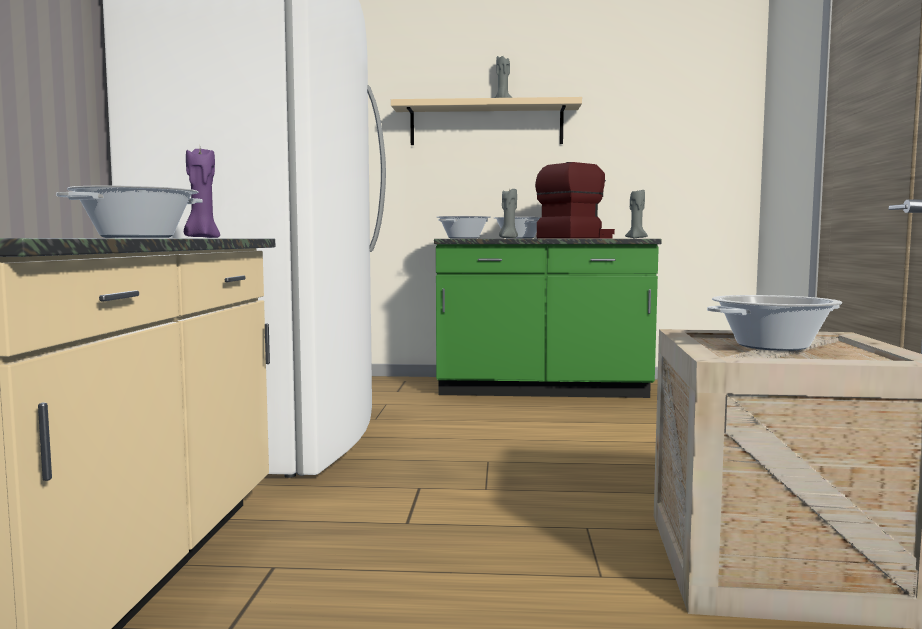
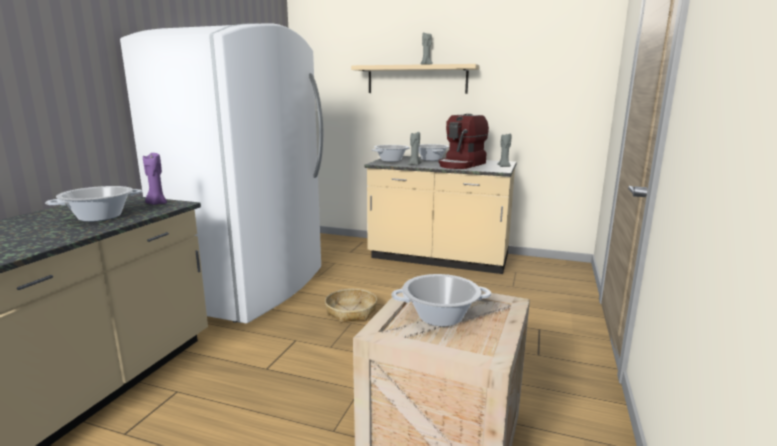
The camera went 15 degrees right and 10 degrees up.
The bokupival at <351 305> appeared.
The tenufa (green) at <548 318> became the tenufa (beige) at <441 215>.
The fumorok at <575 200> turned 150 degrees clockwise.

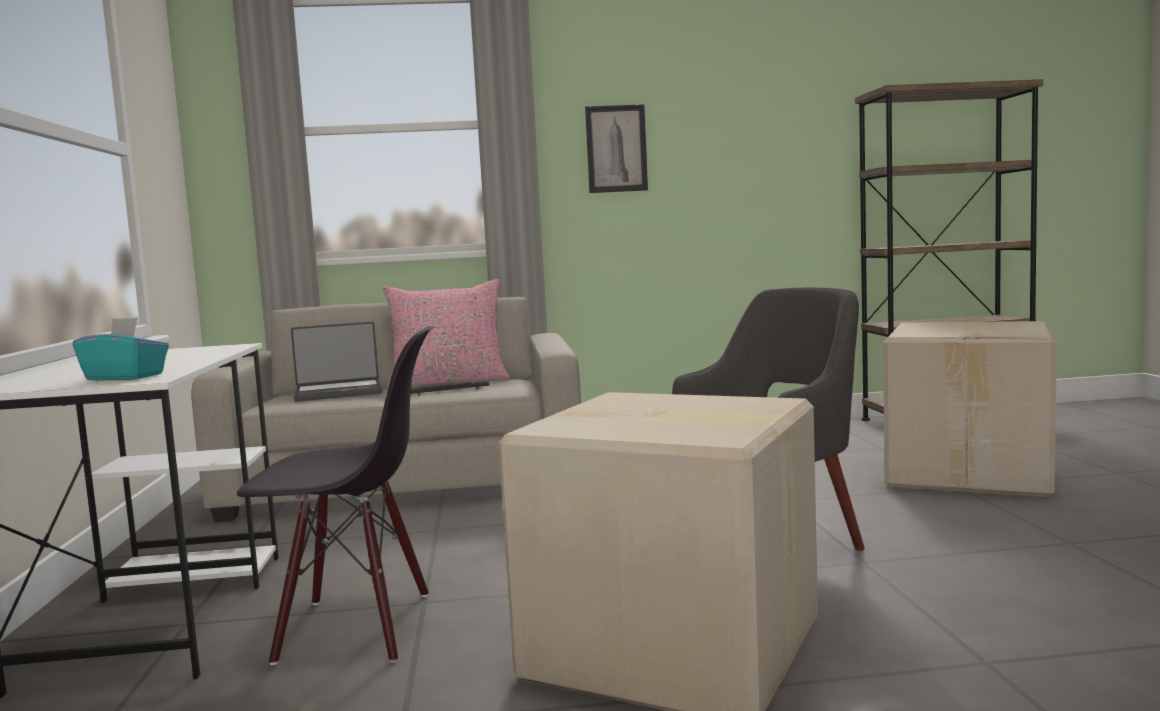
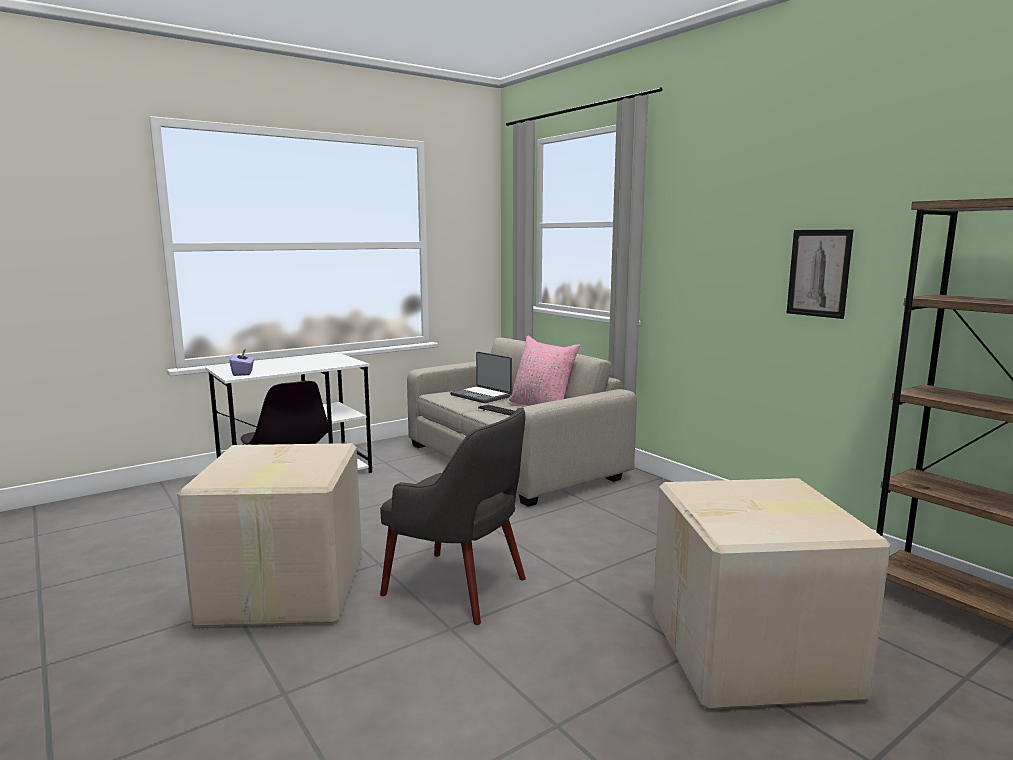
The camera went 60 degrees right and 5 degrees up.
The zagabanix moved from <616 148> to <820 274>.
The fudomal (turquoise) at <121 349> became the fudomal (purple) at <242 362>.

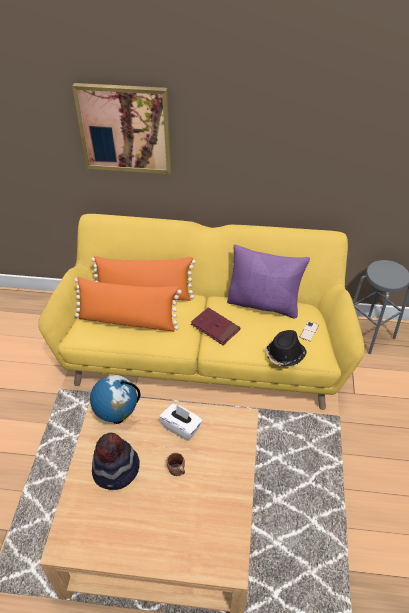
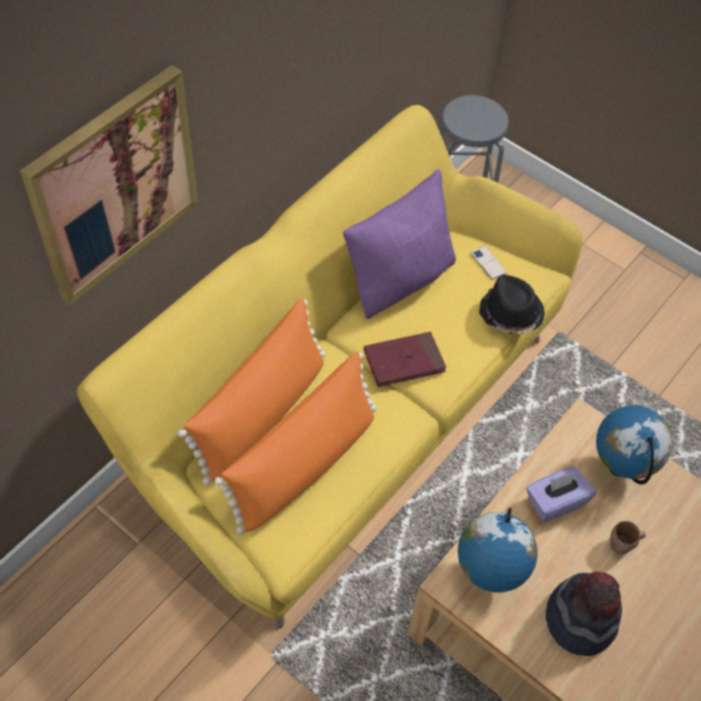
The camera went 60 degrees left and 10 degrees up.
The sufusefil at <634 444> appeared.
The fudomal (white) at <181 422> became the fudomal (purple) at <561 494>.

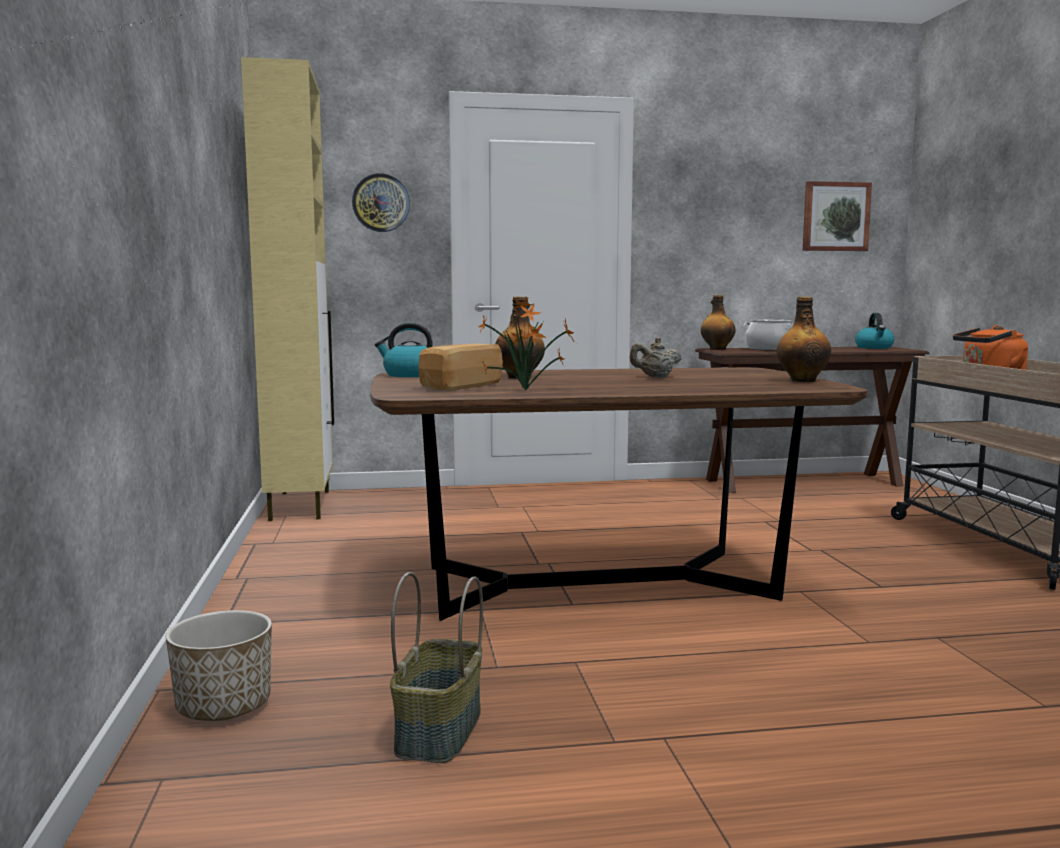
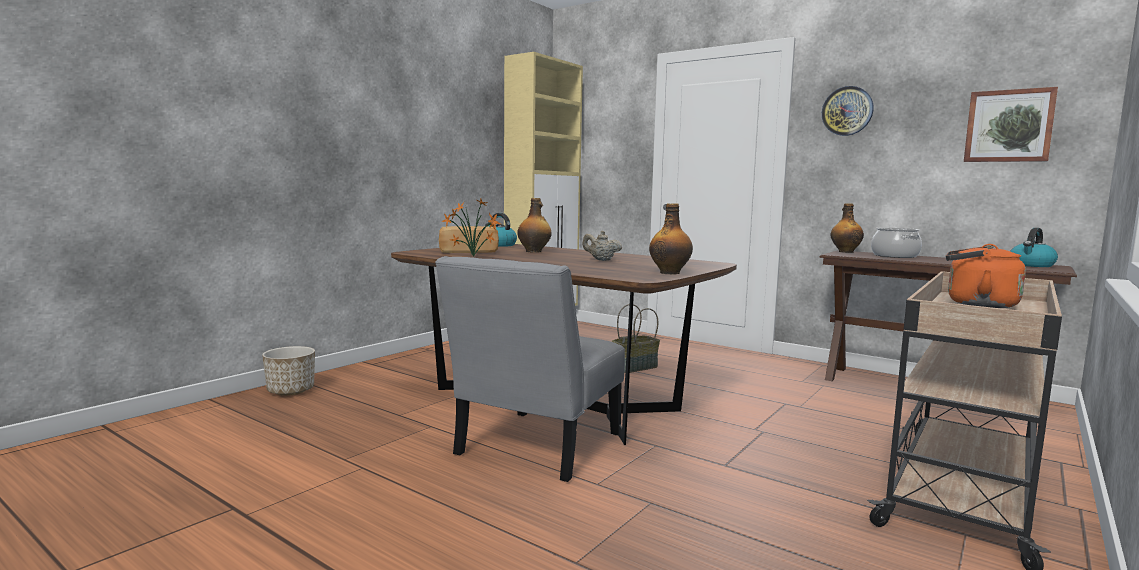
The camera went 45 degrees right and 0 degrees up.
The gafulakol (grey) at <530 369> appeared.
The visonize moved from <381 202> to <848 111>.
The bokupival moved from <436 667> to <635 338>.

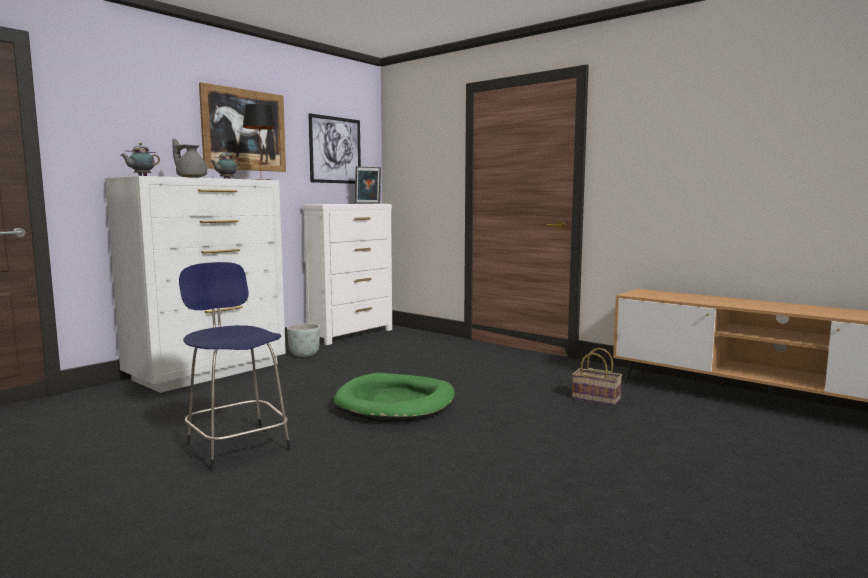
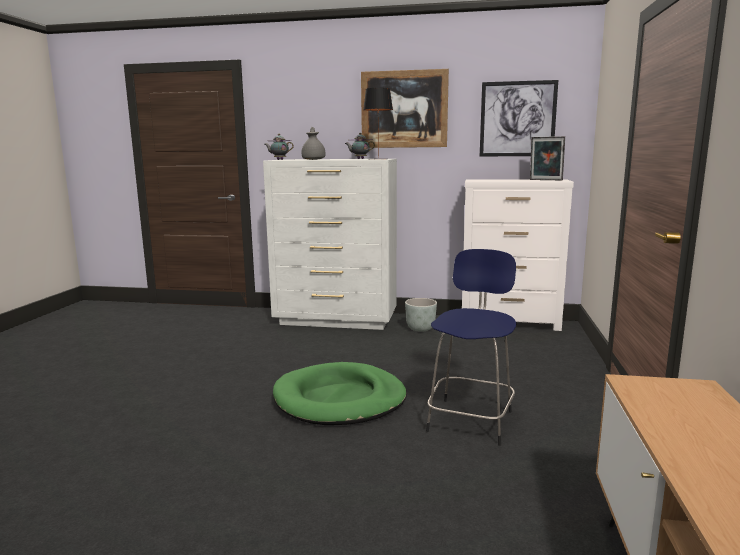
The camera went 60 degrees right and 5 degrees up.
The bokupival at <597 377> disappeared.
The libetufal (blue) moved from <235 366> to <471 347>.

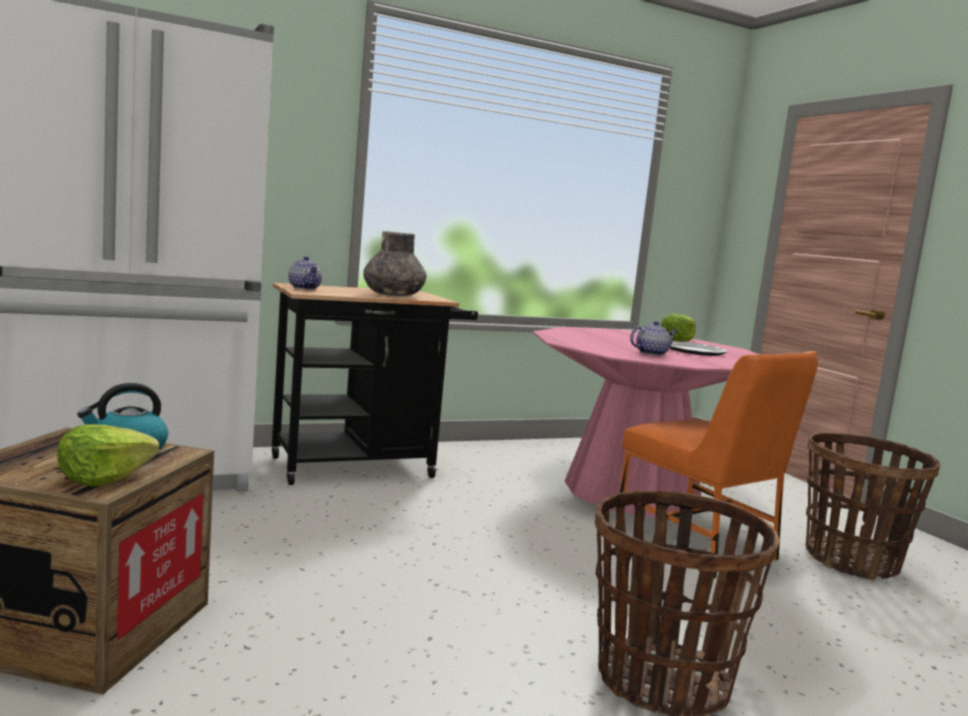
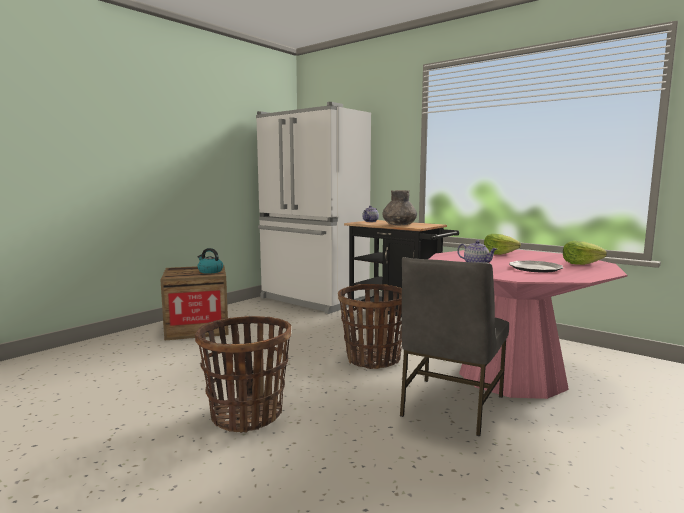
The camera went 65 degrees right and 0 degrees up.
The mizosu moved from <108 455> to <502 244>.
The bokupival moved from <873 507> to <370 326>.
The gafulakol (orange) at <716 465> became the gafulakol (grey) at <454 346>.

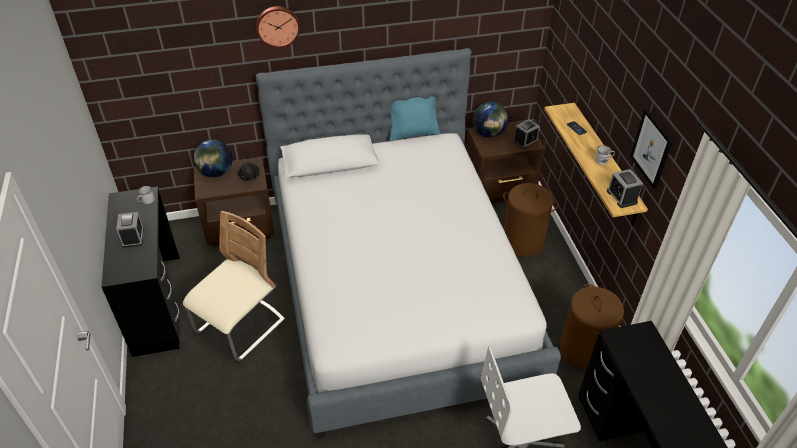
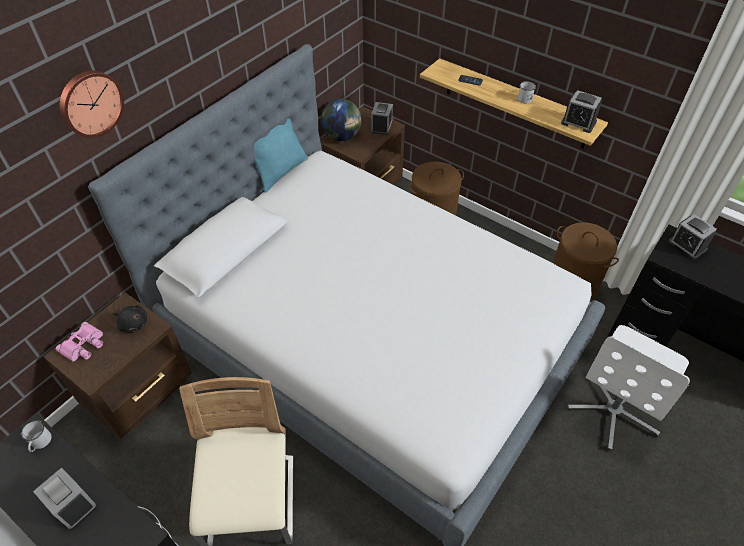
The camera went 40 degrees left and 5 degrees up.
The zagabanix at <651 149> disappeared.
The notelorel at <692 237> appeared.
The sufusefil at <213 158> was replaced by the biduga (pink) at <79 342>.

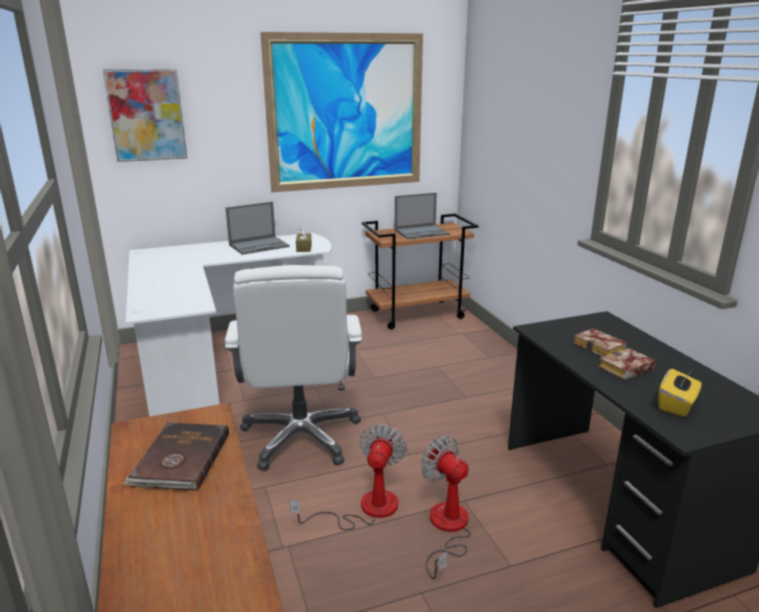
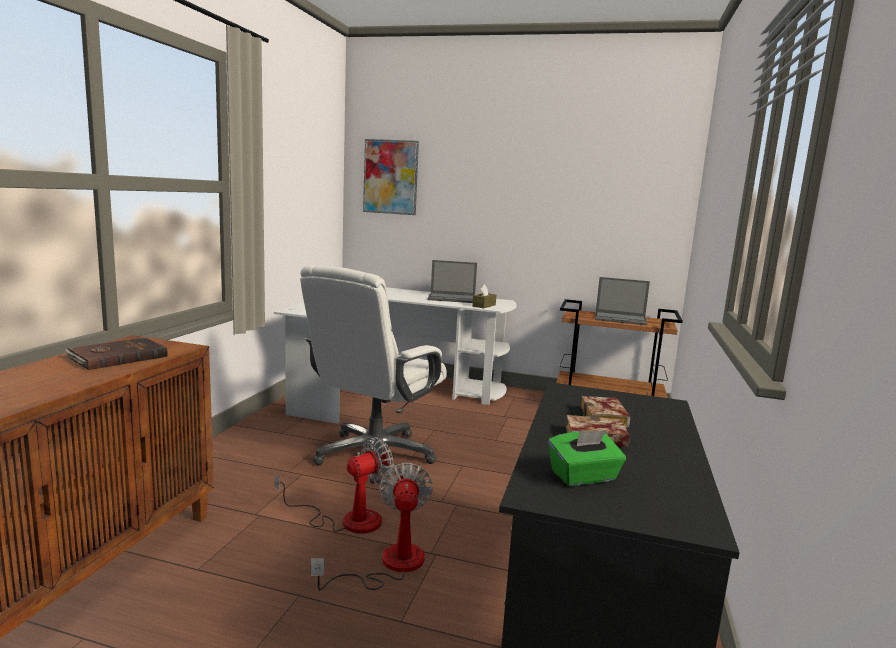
The camera went 35 degrees right and 10 degrees down.
The zagabanix at <341 112> disappeared.
The fudomal (yellow) at <679 393> became the fudomal (green) at <587 458>.

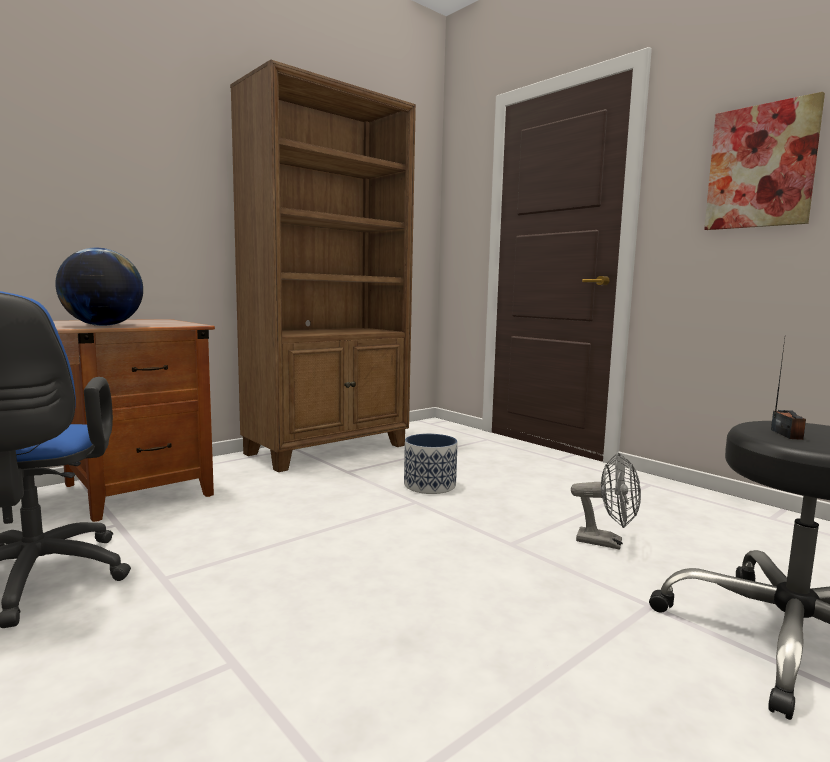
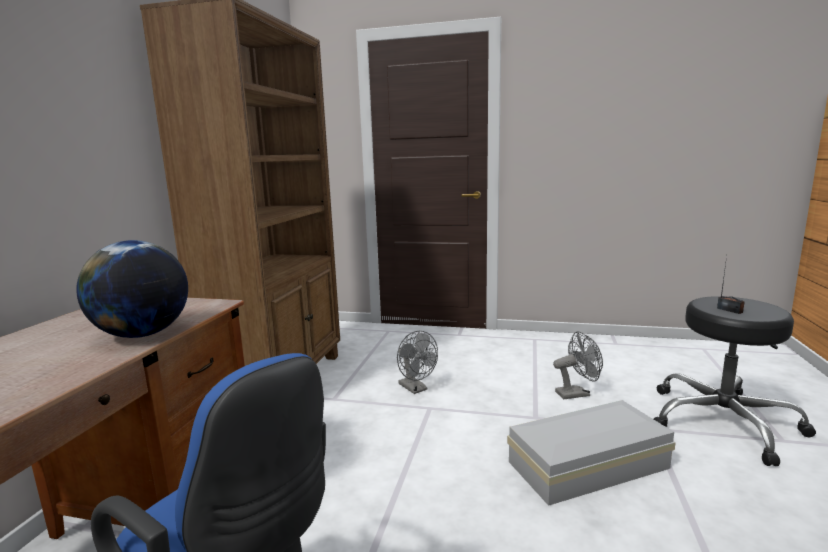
The camera went 35 degrees left and 5 degrees up.
The zagabanix at <764 161> disappeared.
The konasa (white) at <591 453> appeared.
The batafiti at <431 464> was replaced by the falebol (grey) at <417 362>.

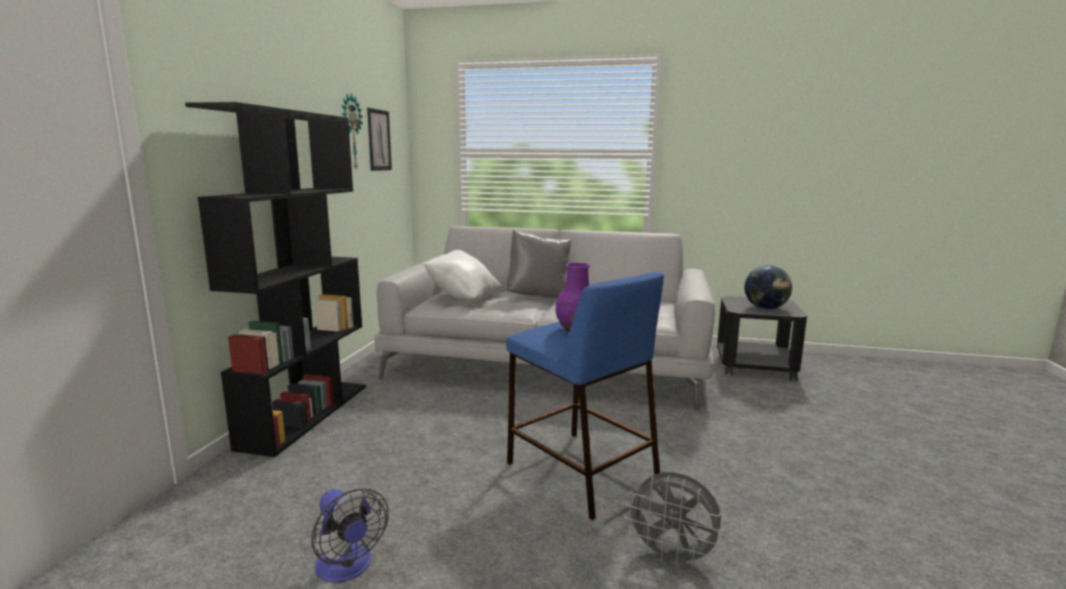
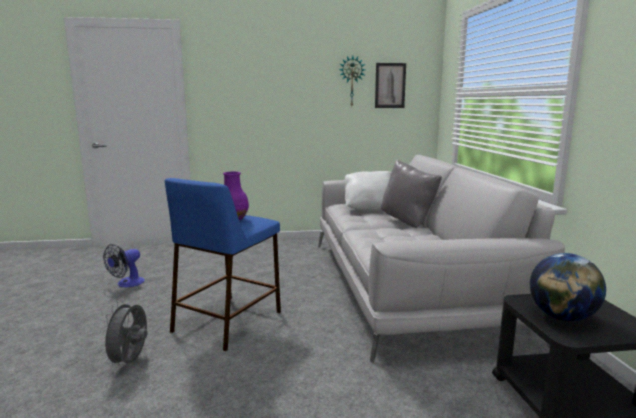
The camera went 70 degrees right and 0 degrees up.
The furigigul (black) at <275 279> disappeared.

